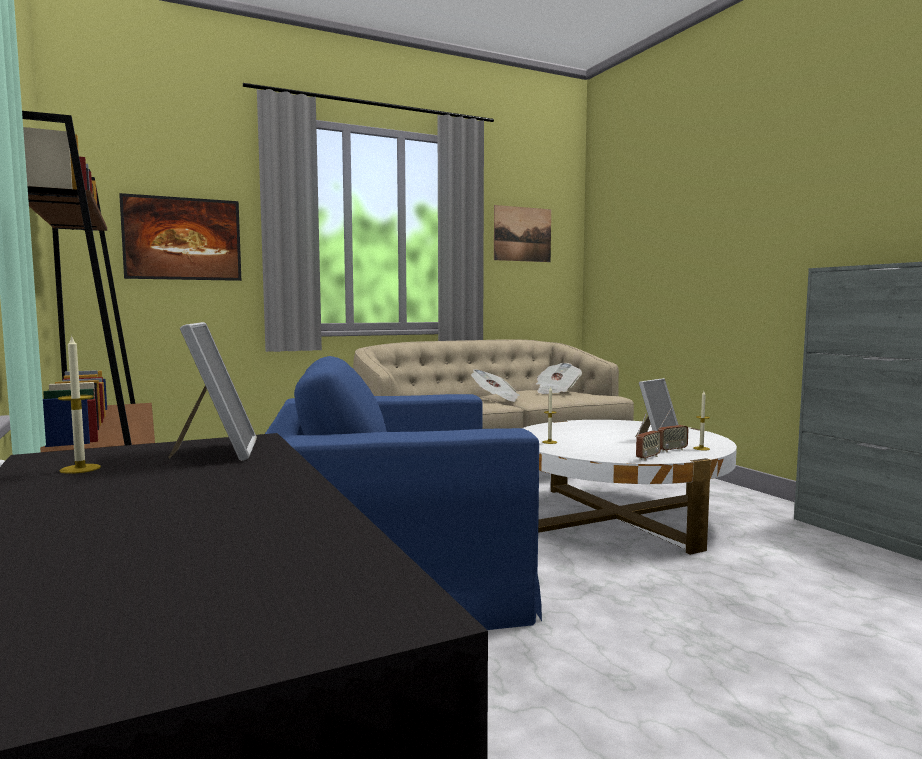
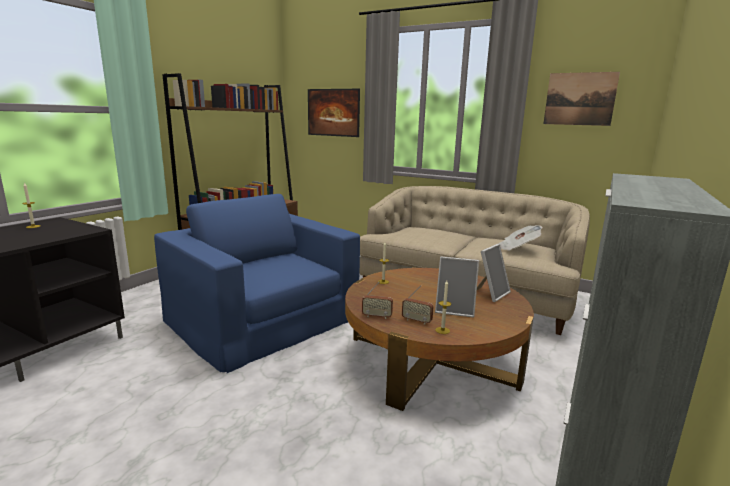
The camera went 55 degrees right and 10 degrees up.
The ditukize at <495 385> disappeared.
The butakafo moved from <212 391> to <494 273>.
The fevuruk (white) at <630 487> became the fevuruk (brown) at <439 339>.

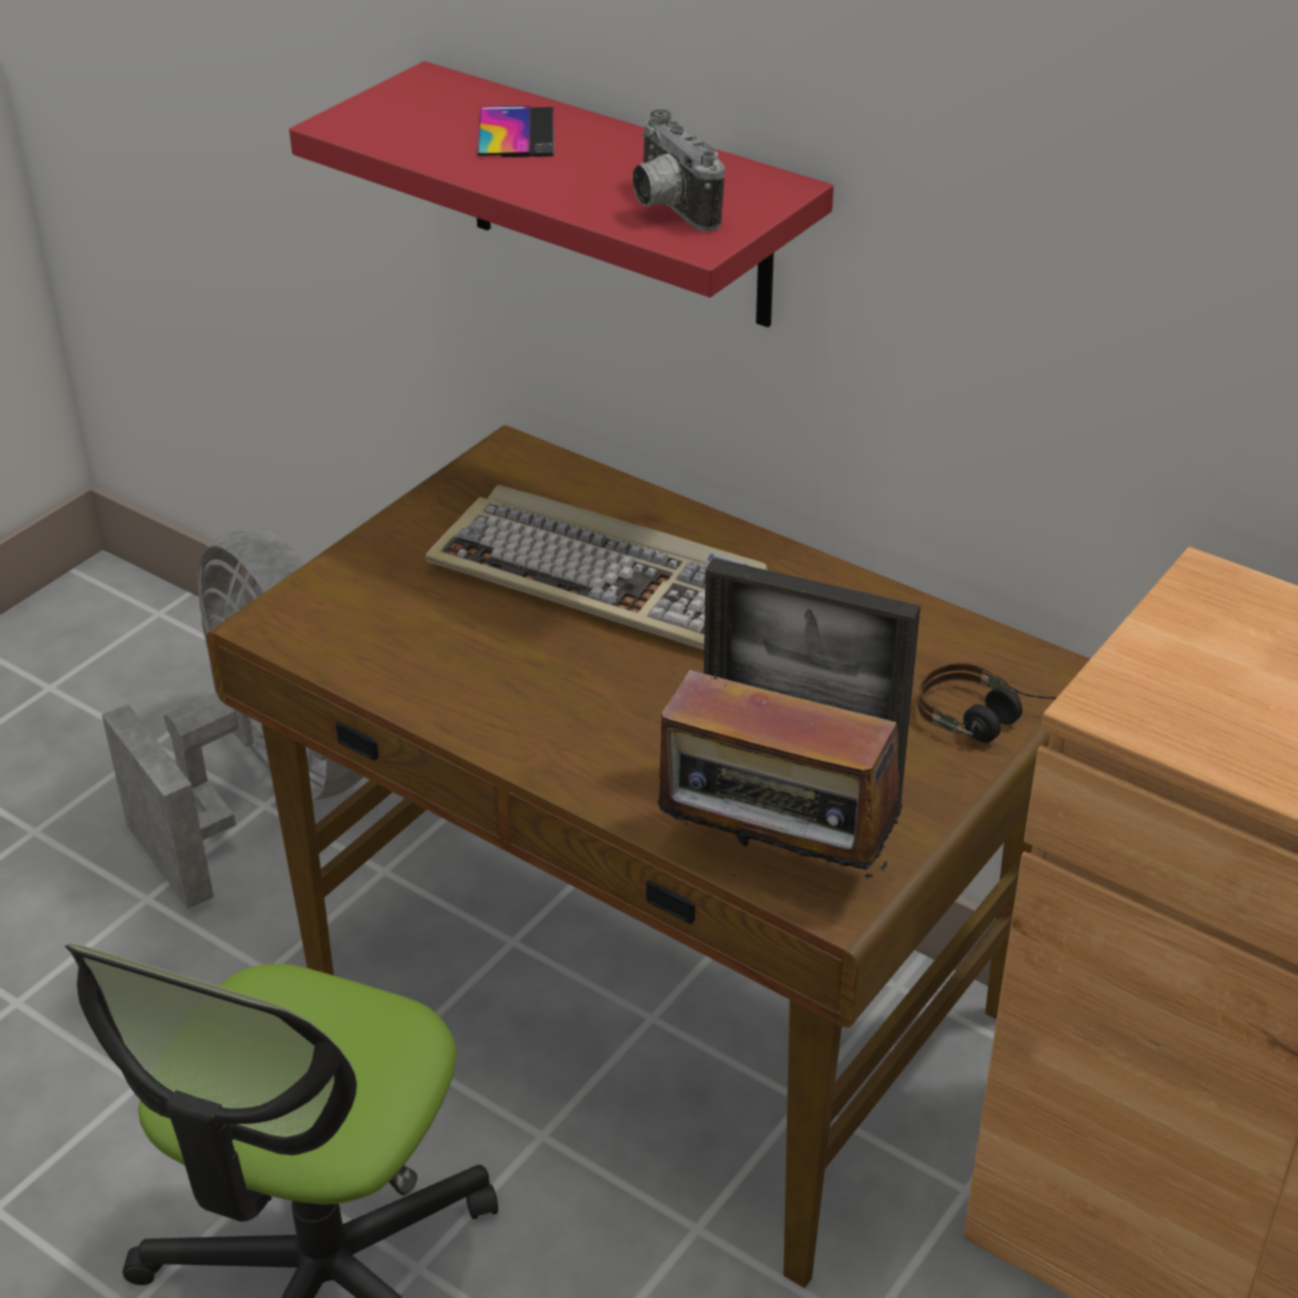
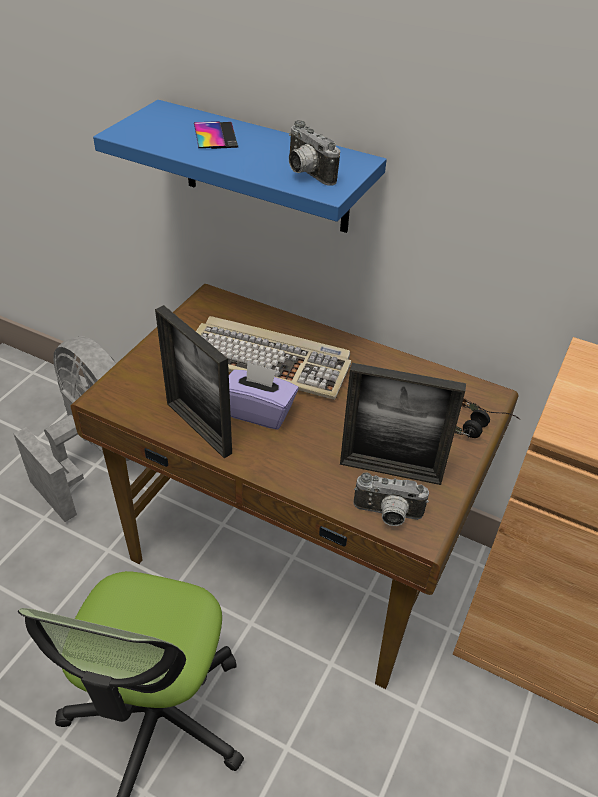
The camera went 10 degrees left and 5 degrees up.
The butakafo at <193 381> appeared.
The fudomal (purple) at <264 395> appeared.
The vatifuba at <780 776> was replaced by the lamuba at <391 499>.
The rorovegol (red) at <561 194> became the rorovegol (blue) at <240 166>.

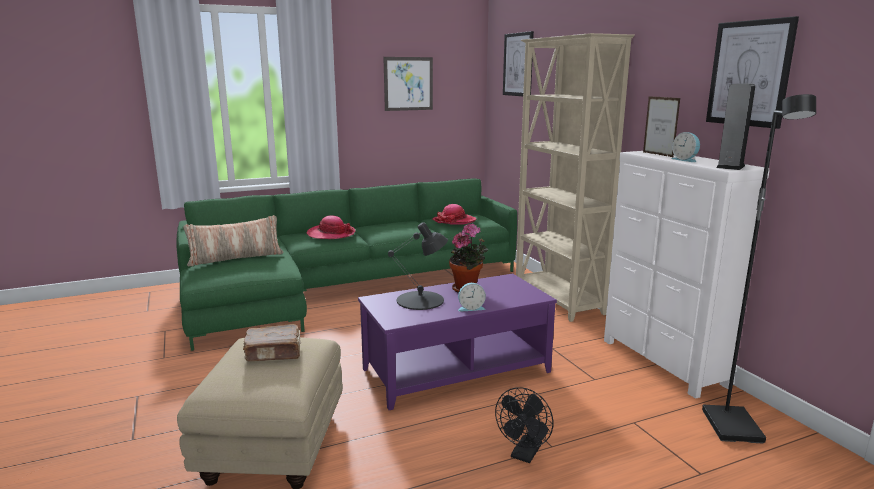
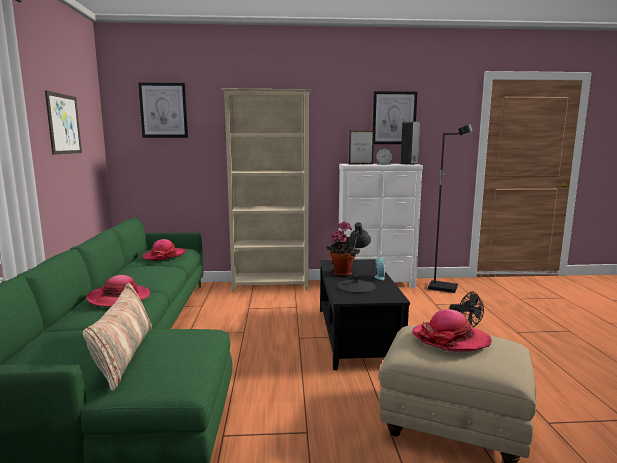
The camera went 70 degrees left and 5 degrees down.
The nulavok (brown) at <272 342> was replaced by the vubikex at <452 330>.
The fevuruk (purple) at <457 342> became the fevuruk (black) at <365 314>.

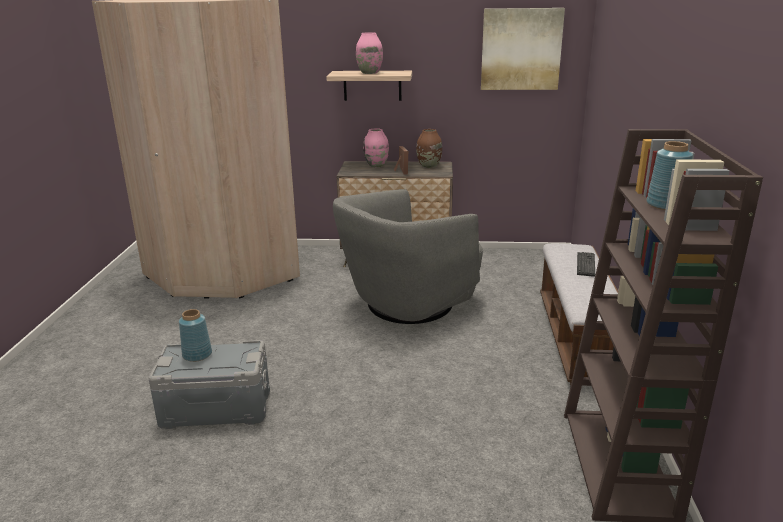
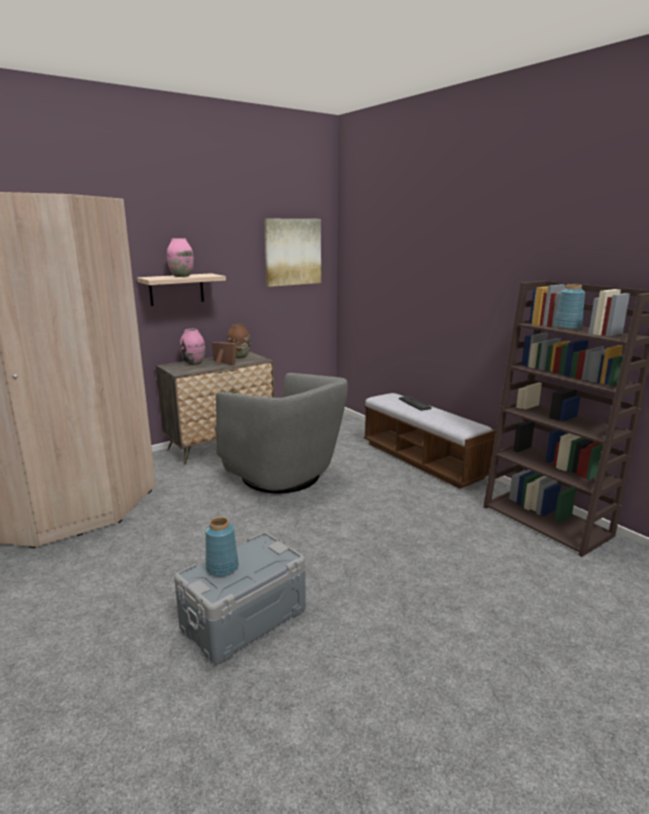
The camera went 40 degrees left and 5 degrees down.
The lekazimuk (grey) at <408 256> turned 60 degrees counterclockwise.

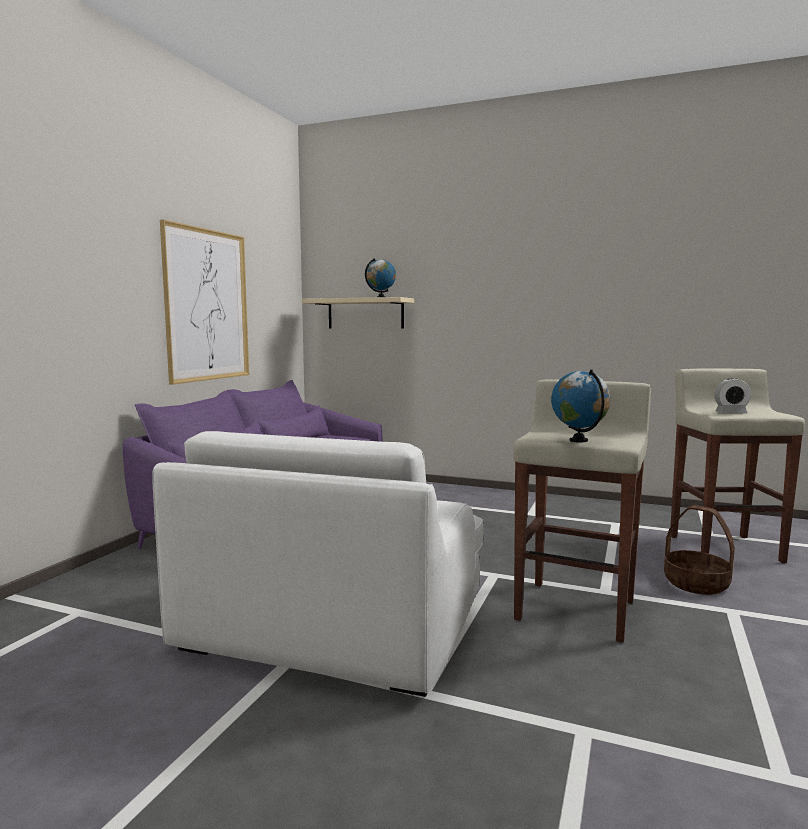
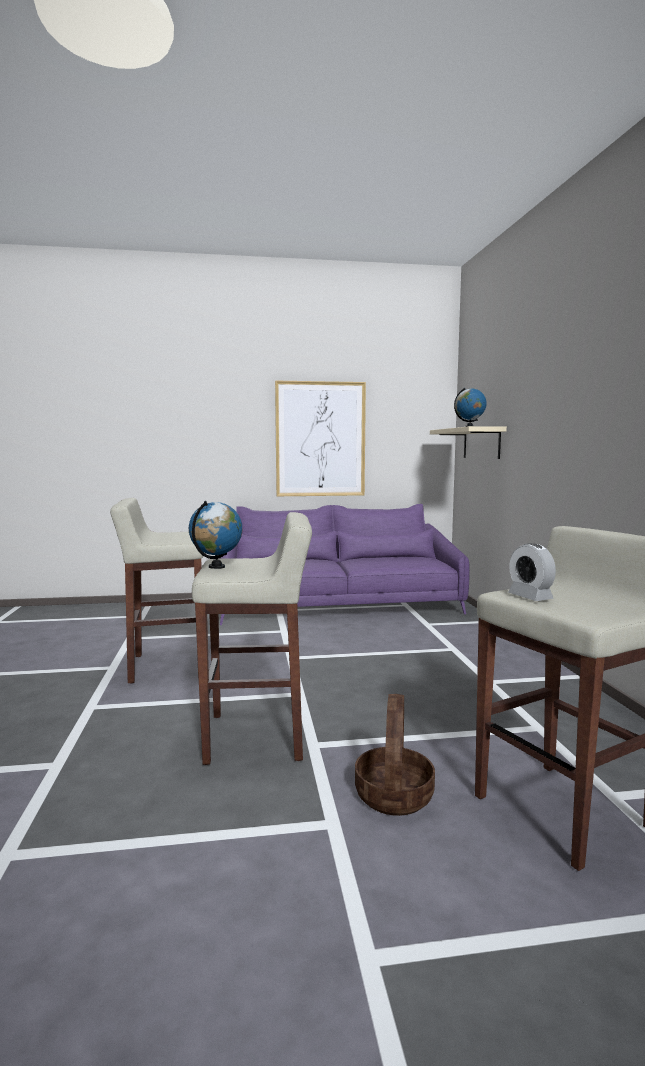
The camera went 60 degrees right and 0 degrees up.
The lekazimuk (white) at <318 564> was replaced by the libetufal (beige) at <157 591>.

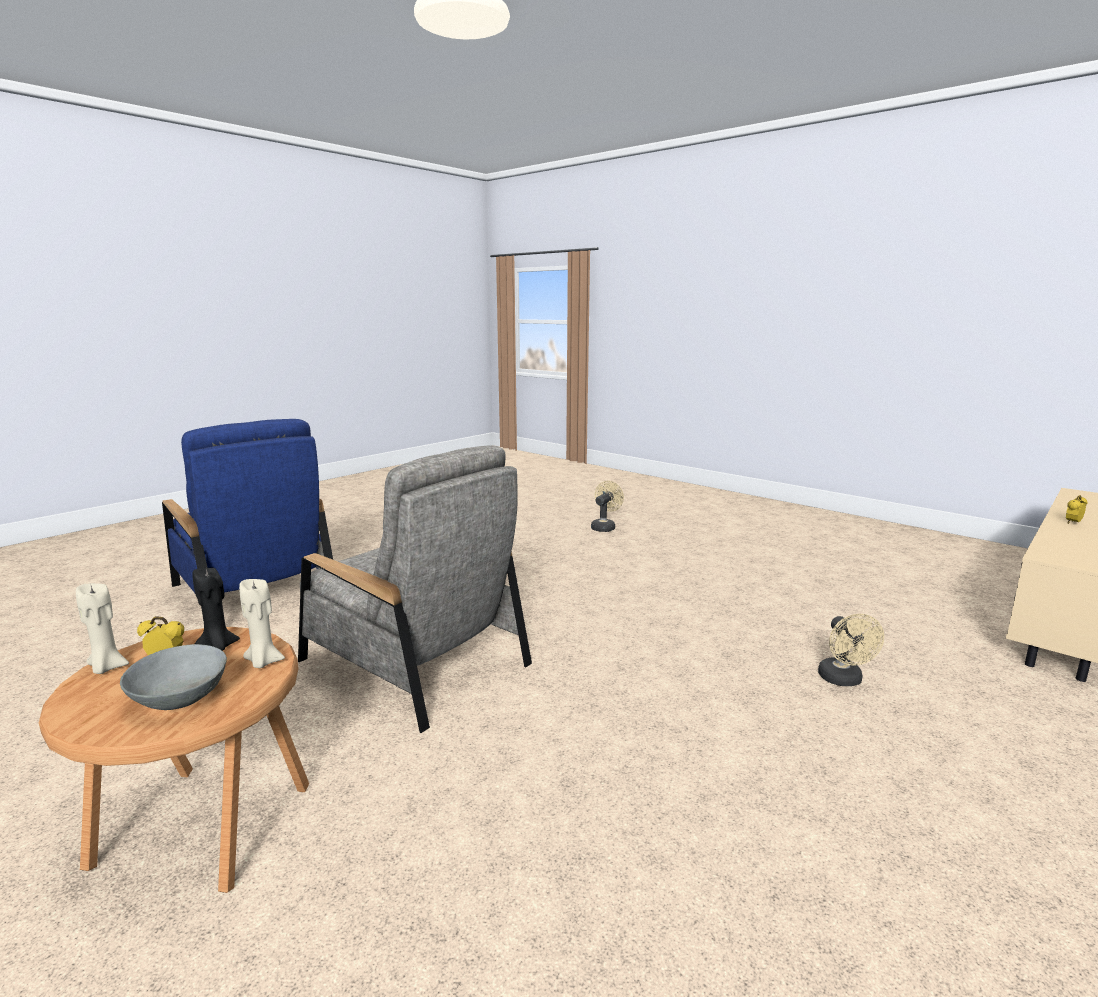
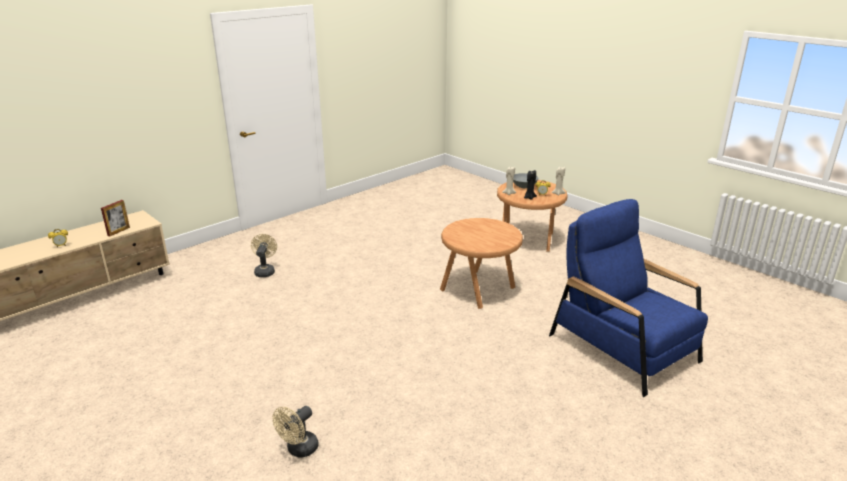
The camera went 175 degrees left and 10 degrees up.
The butakafo at <115 218> appeared.
The lekazimuk (grey) at <415 589> was replaced by the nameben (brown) at <481 263>.

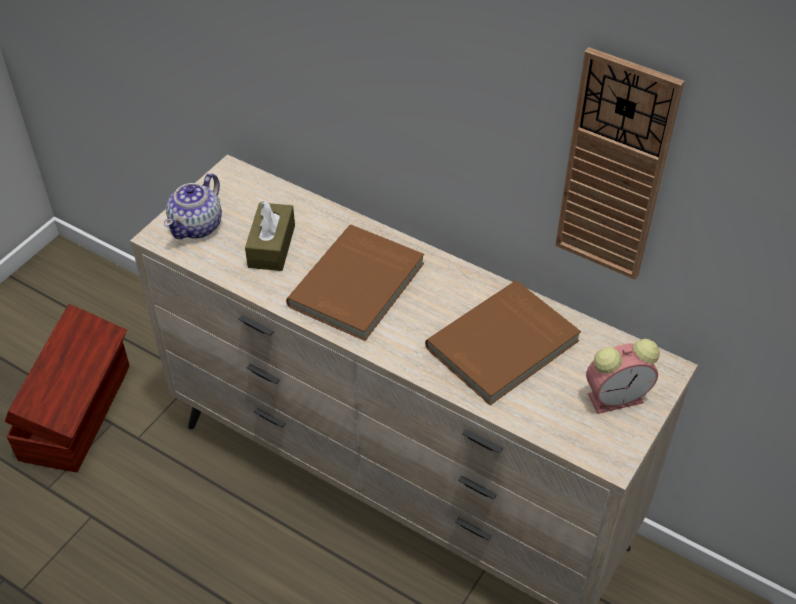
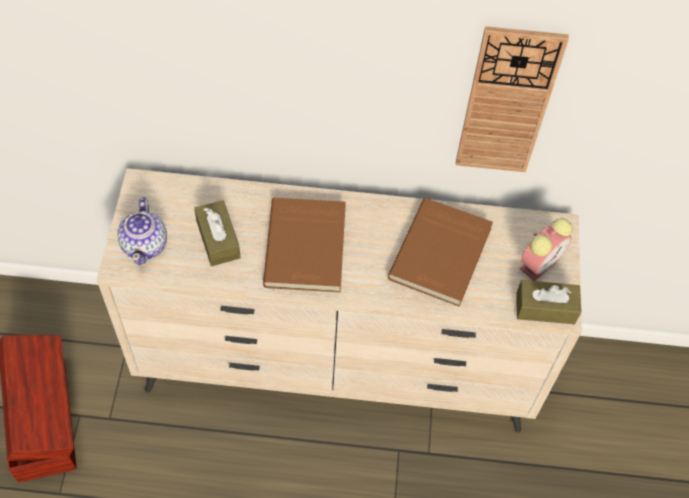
The camera went 30 degrees left and 10 degrees up.
The fudomal (brown) at <548 302> appeared.

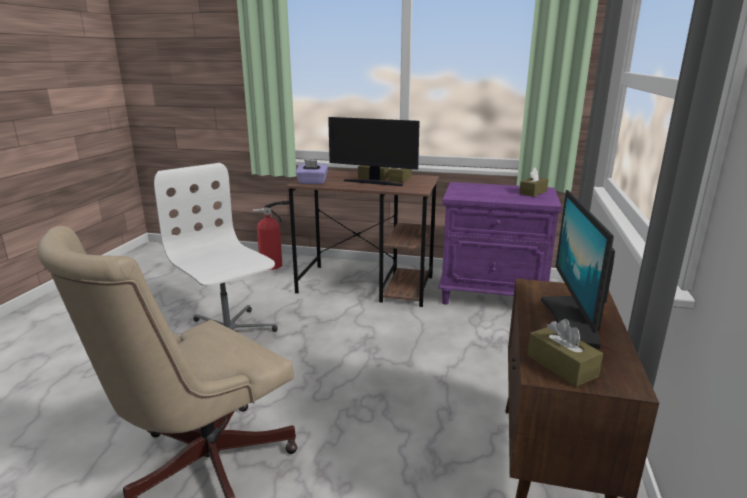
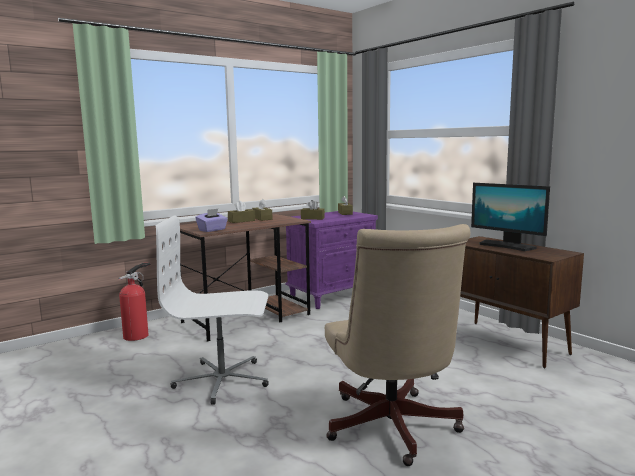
The camera went 50 degrees left and 10 degrees down.
The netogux at <374 151> disappeared.
The fudomal (brown) moved from <565 353> to <313 210>.

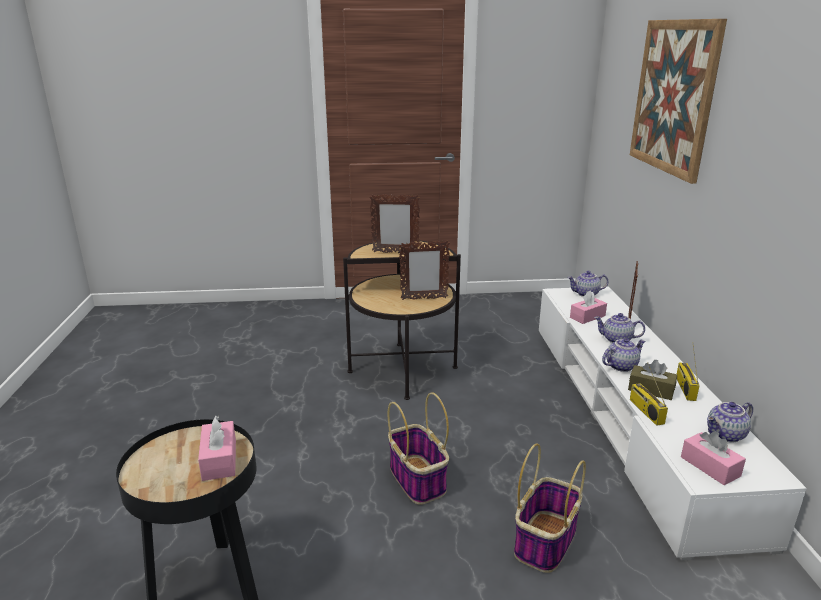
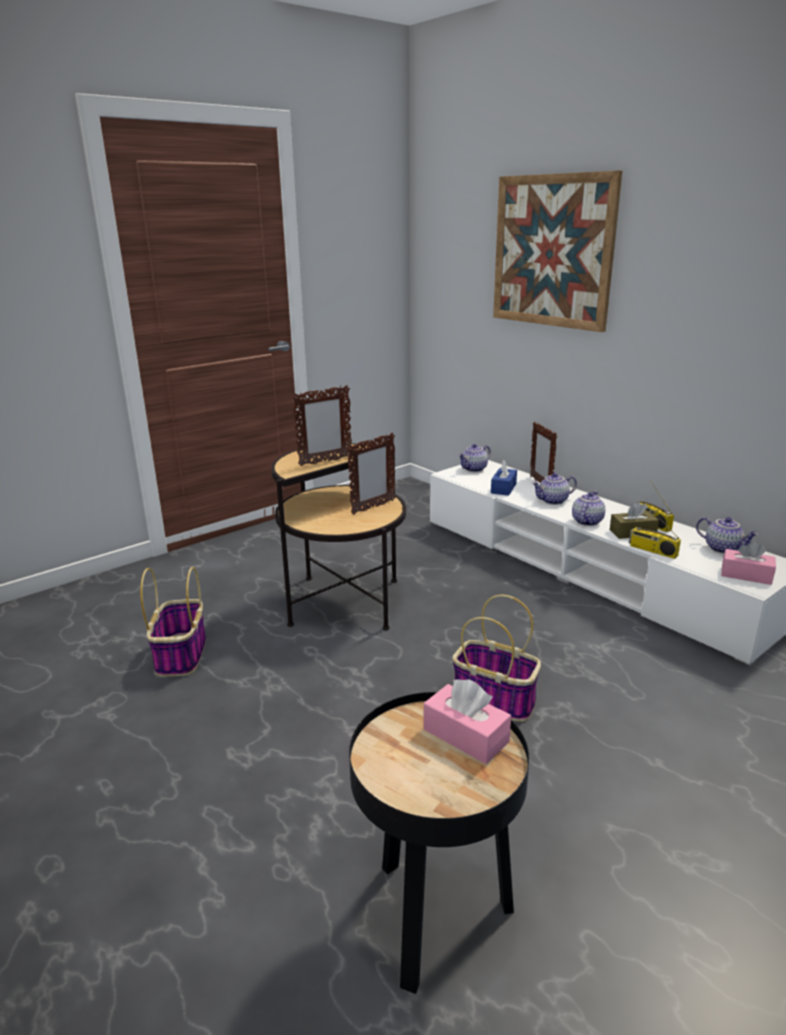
The camera went 35 degrees left and 0 degrees up.
The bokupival moved from <550 508> to <173 622>.
The fudomal (pink) at <588 307> became the fudomal (blue) at <504 478>.
The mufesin at <730 422> turned 75 degrees counterclockwise.

